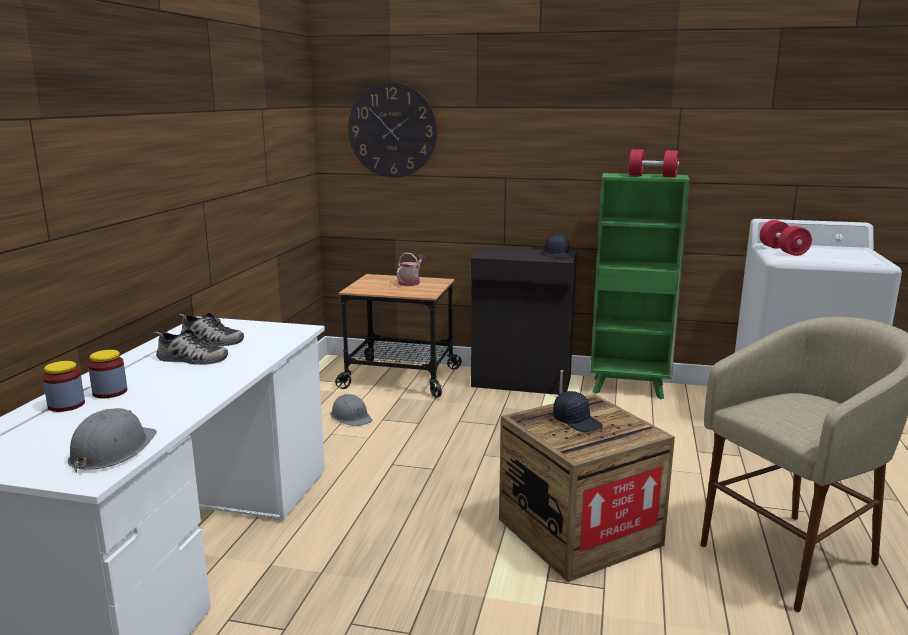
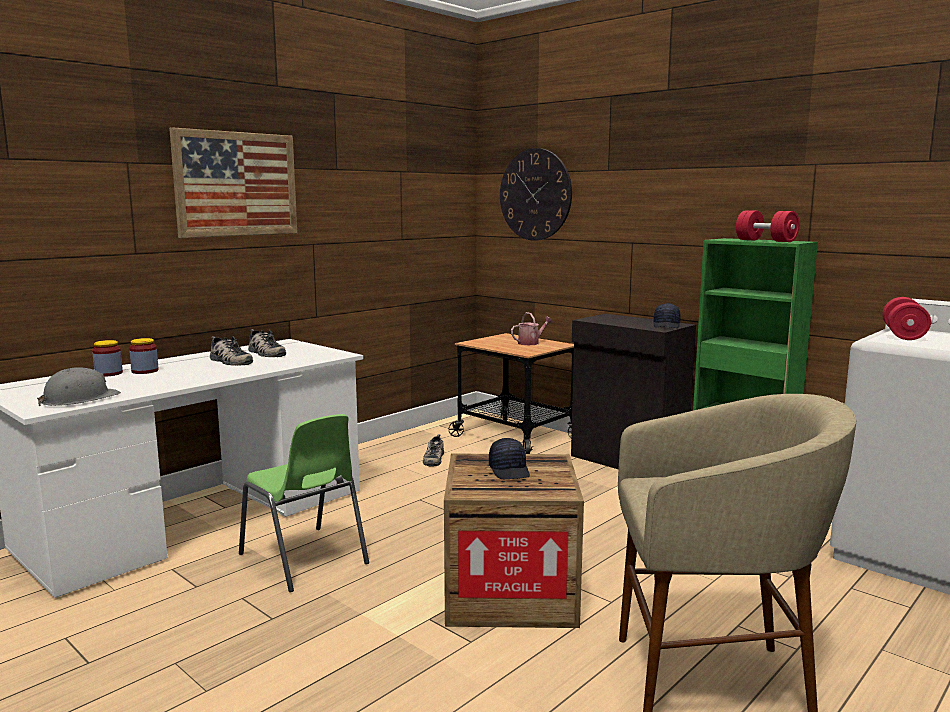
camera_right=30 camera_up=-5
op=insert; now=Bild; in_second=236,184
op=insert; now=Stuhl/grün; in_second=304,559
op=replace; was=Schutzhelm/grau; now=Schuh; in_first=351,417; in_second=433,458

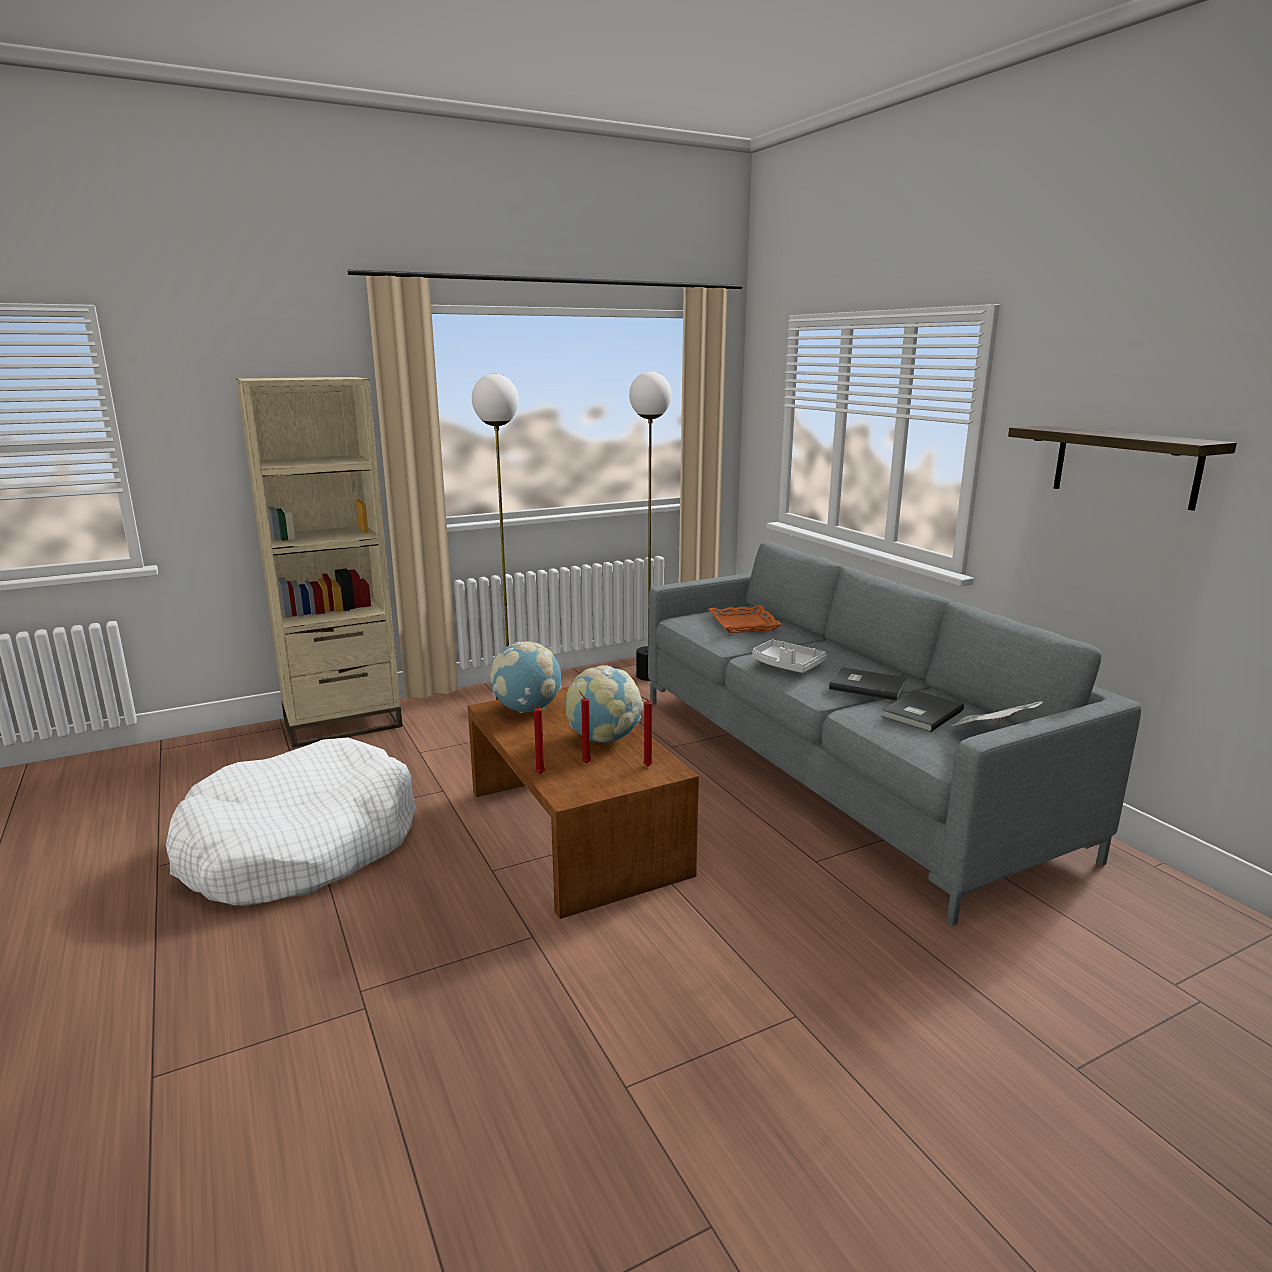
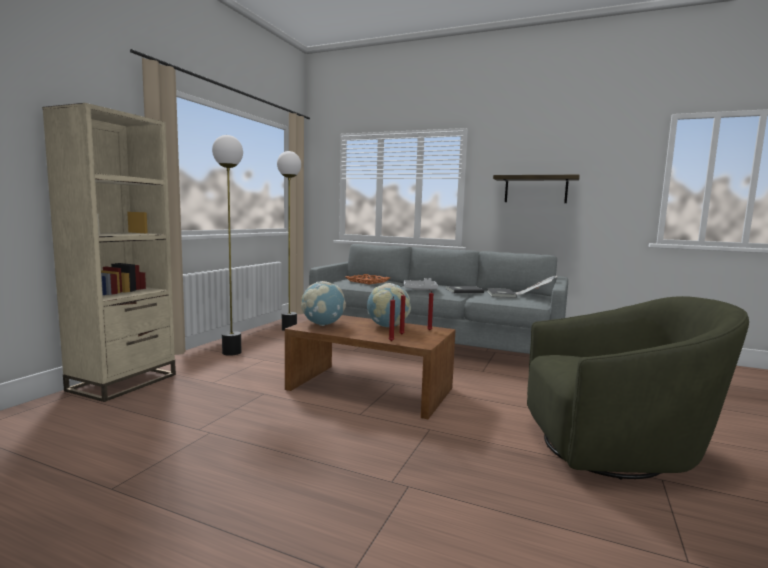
camera_right=-40 camera_up=-10
op=delete; was=Hundebett/weiß; in_first=300,846
op=insert; now=Sessel/grün; in_second=616,449

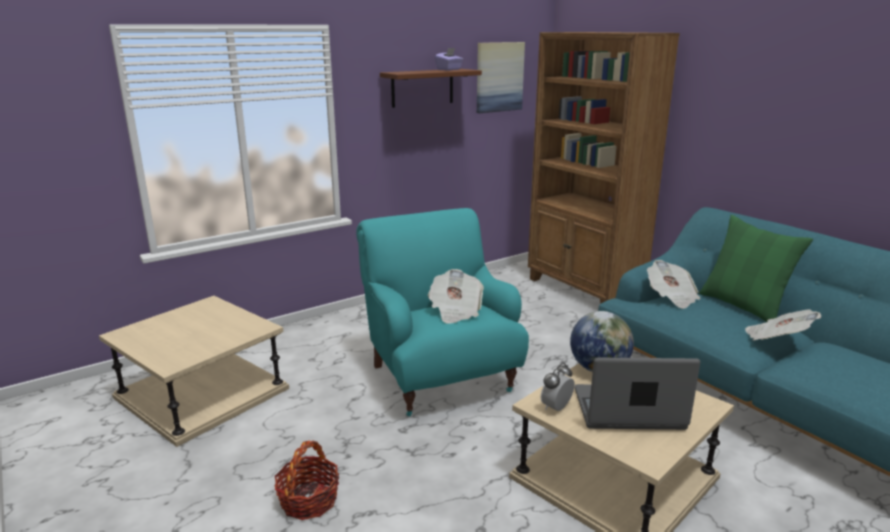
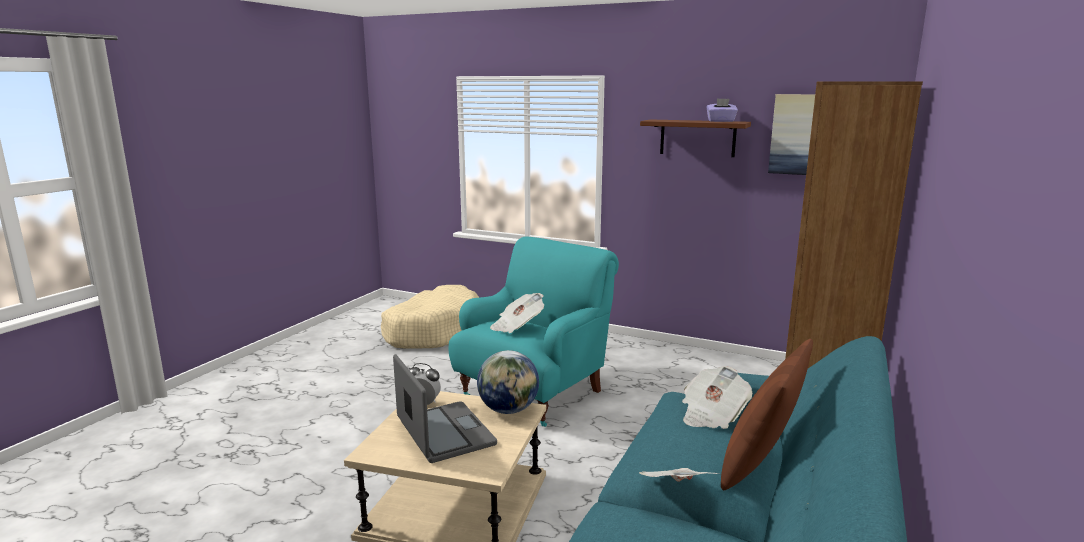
camera_right=60 camera_up=-5
op=delete; was=Korb; in_first=309,500
op=replace; was=Beistelltisch/beige; now=Hundebett/beige; in_first=202,393; in_second=433,331
op=recolor; was=Kissen/grün; now=Kissen/braun; in_first=743,306; in_second=760,464

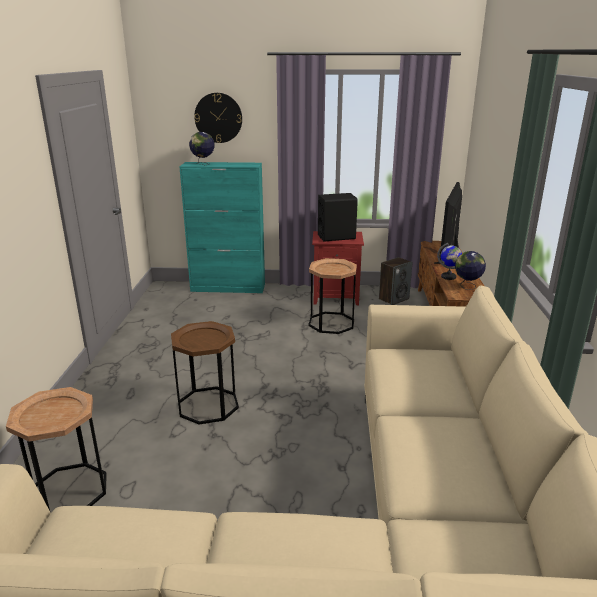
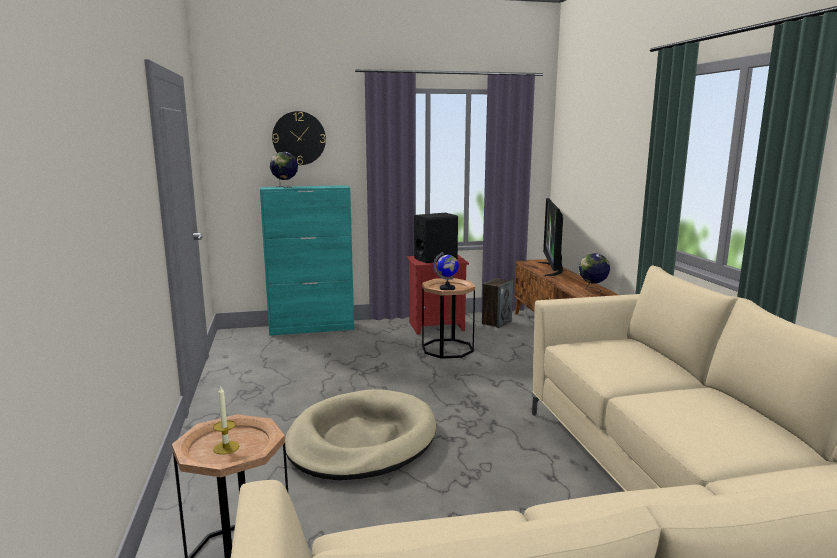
camera_right=-15 camera_up=-10
op=insert; now=Kerze; in_second=226,447
op=move; was=Globus; in_first=448,277; in_second=447,288
op=replace; was=Beistelltisch/braun; now=Hundebett/beige; in_first=208,405; in_second=361,440

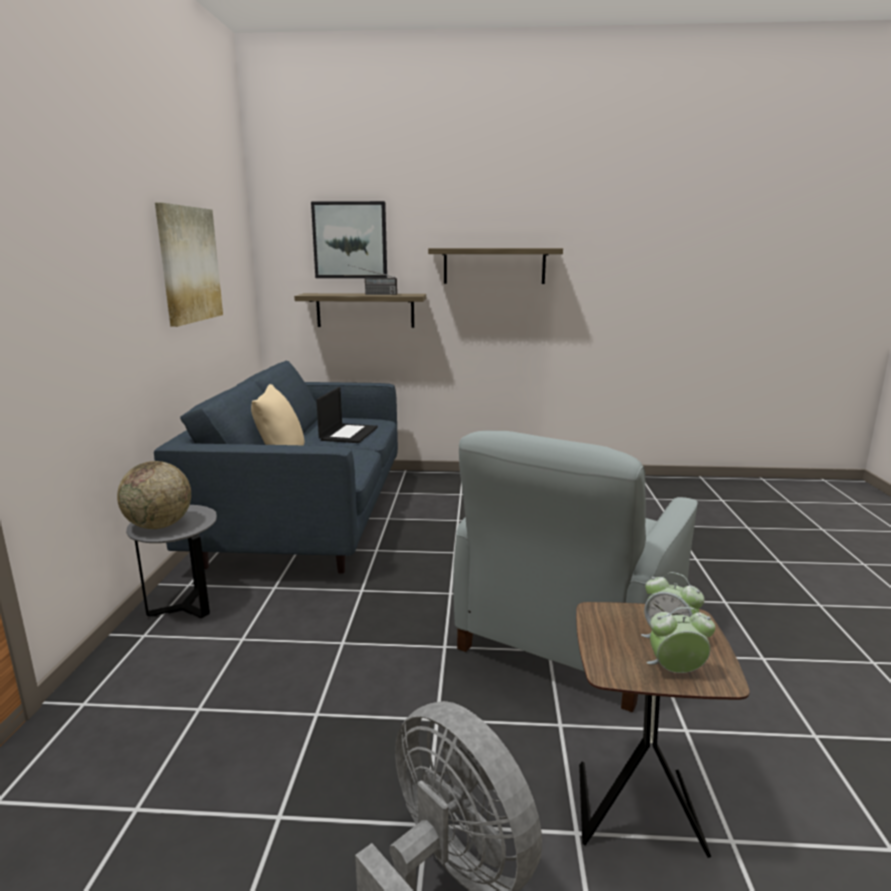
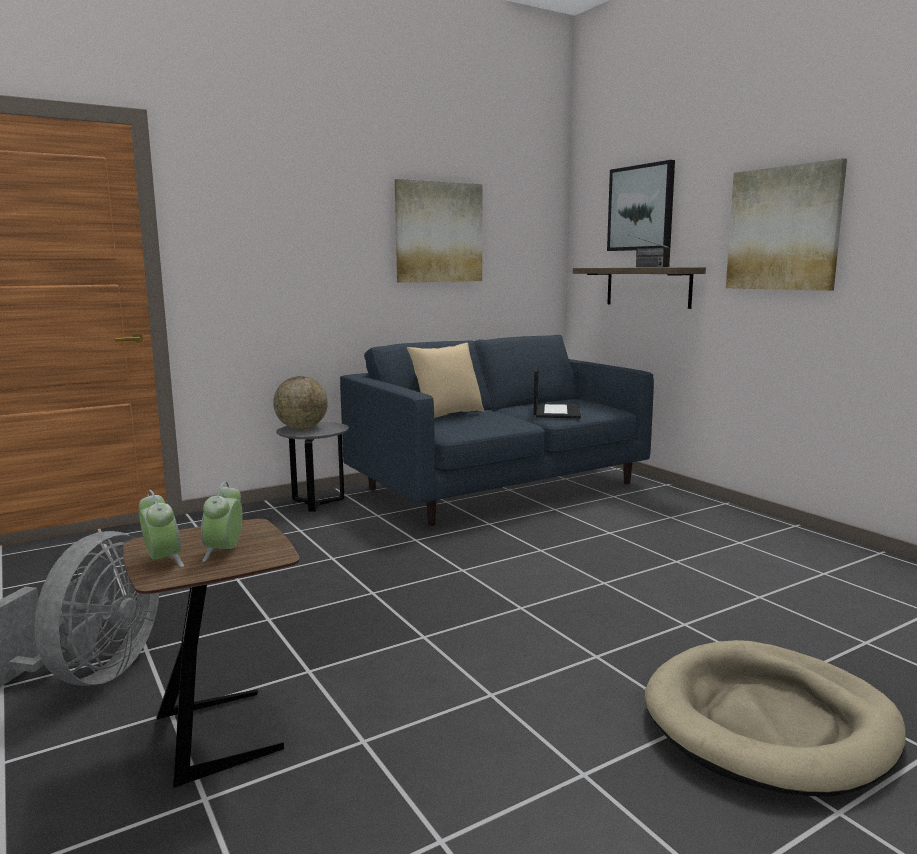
camera_right=55 camera_up=-5
op=delete; was=Sessel/grau; in_first=568,636
op=insert; now=Hundebett/beige; in_second=769,723
op=replace; was=Wandregal; now=Bild; in_first=494,266; in_second=783,228
op=rotate; was=Laptop; in_first=348,433; in_second=556,411; clockwise=-60

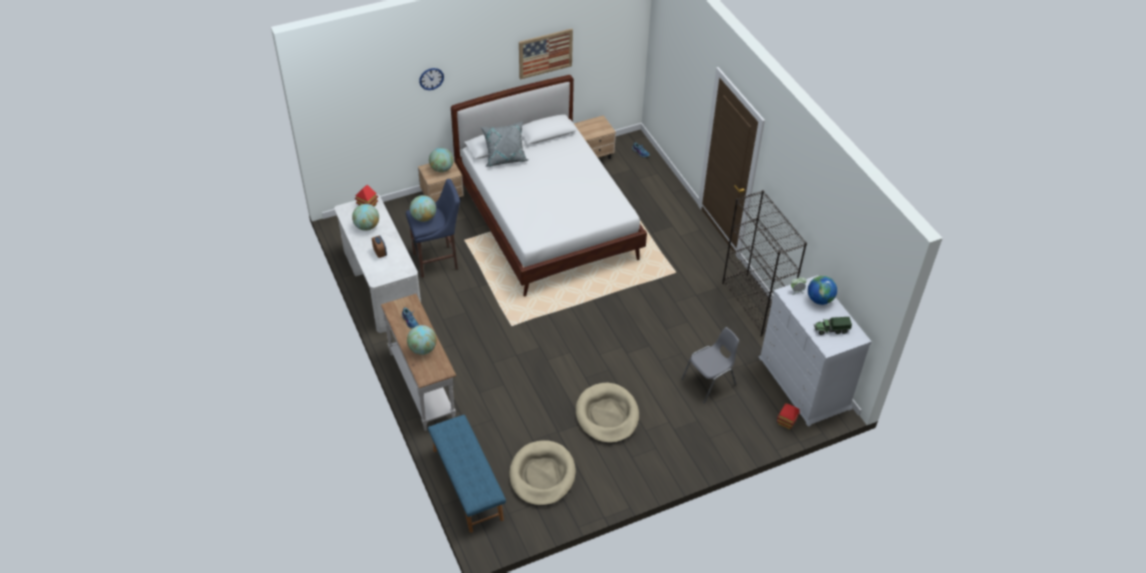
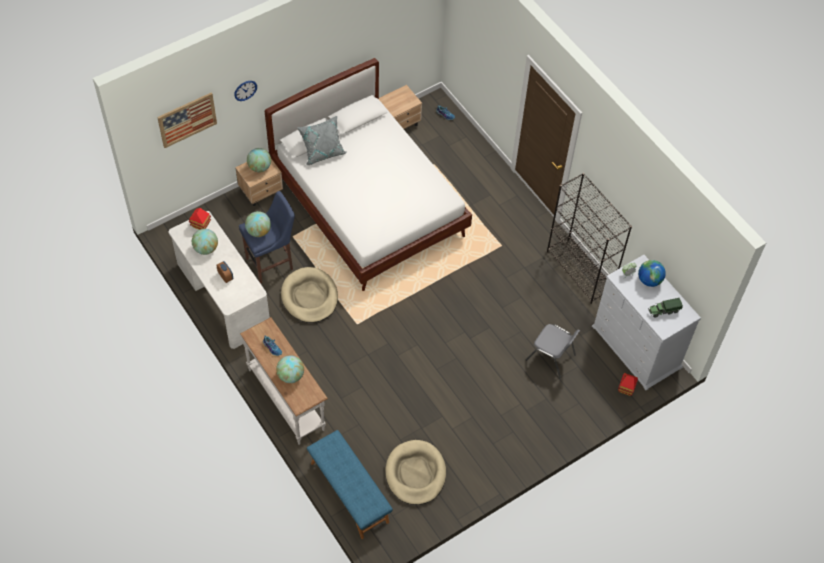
camera_right=-10 camera_up=10
op=move; was=Bild; in_first=545,53; in_second=187,119
op=move; was=Hundebett/beige; in_first=607,415; in_second=309,297
op=rotate; was=Stuhl/grau; in_first=710,382; in_second=551,358; clockwise=75

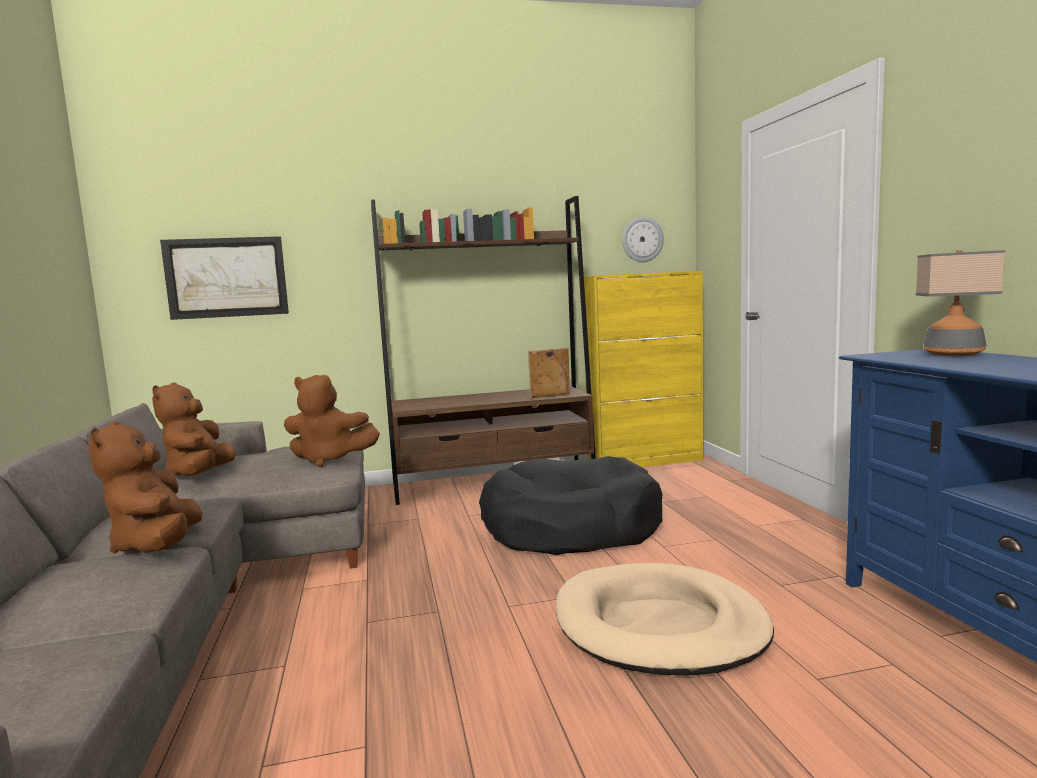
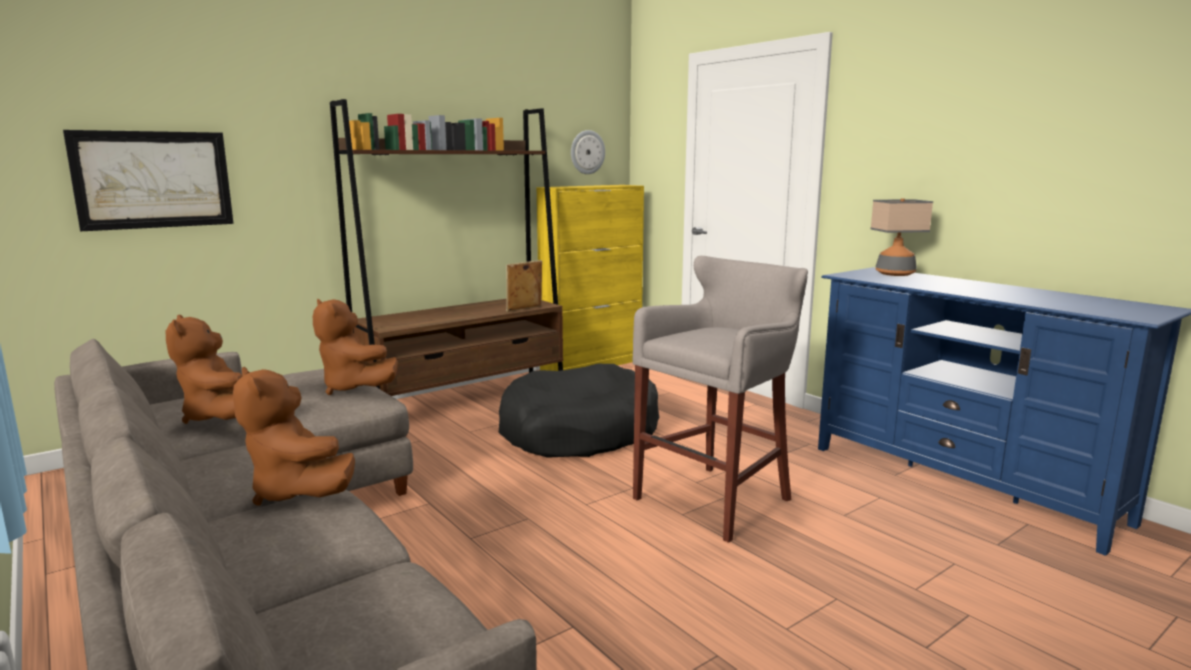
camera_right=-25 camera_up=5
op=replace; was=Hundebett/beige; now=Hocker/grau; in_first=659,626; in_second=717,499
op=rotate; was=Plüschtier/braun; in_first=329,459; in_second=354,388; clockwise=60

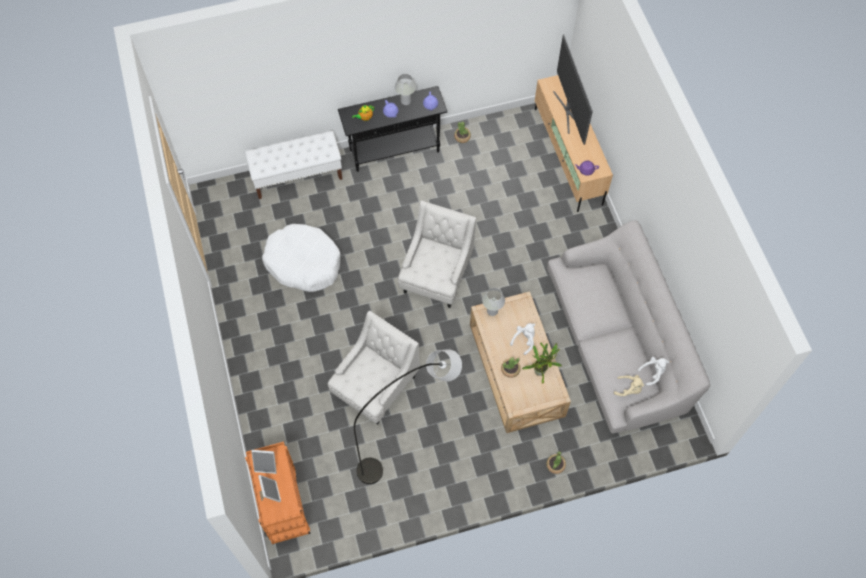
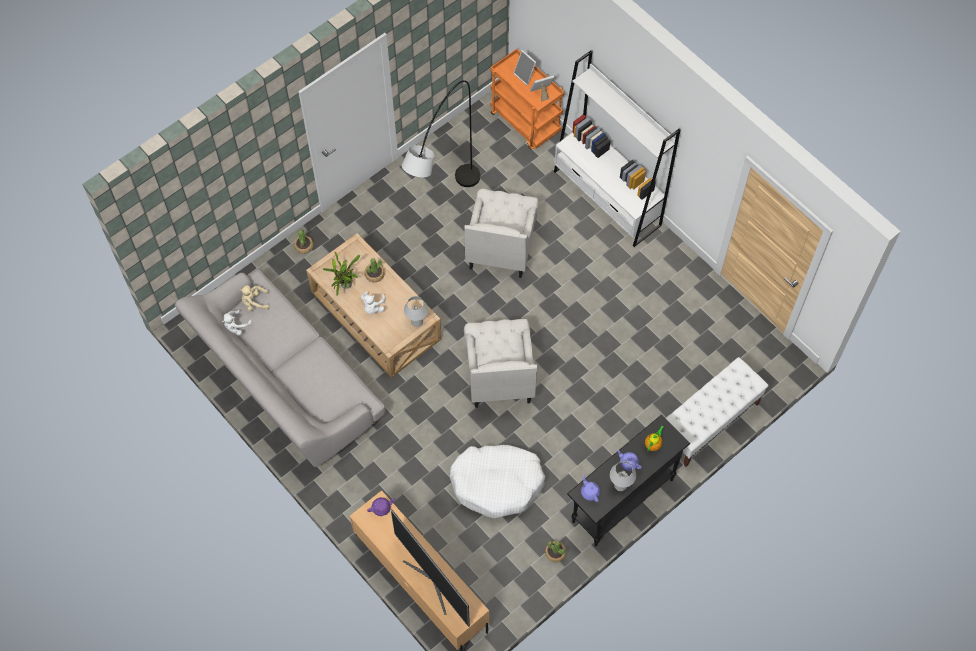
camera_right=155 camera_up=0
op=insert; now=Bücherregal/weiß; in_second=607,198
op=move; was=Hundebett/weiß; in_first=303,263; in_second=497,483

